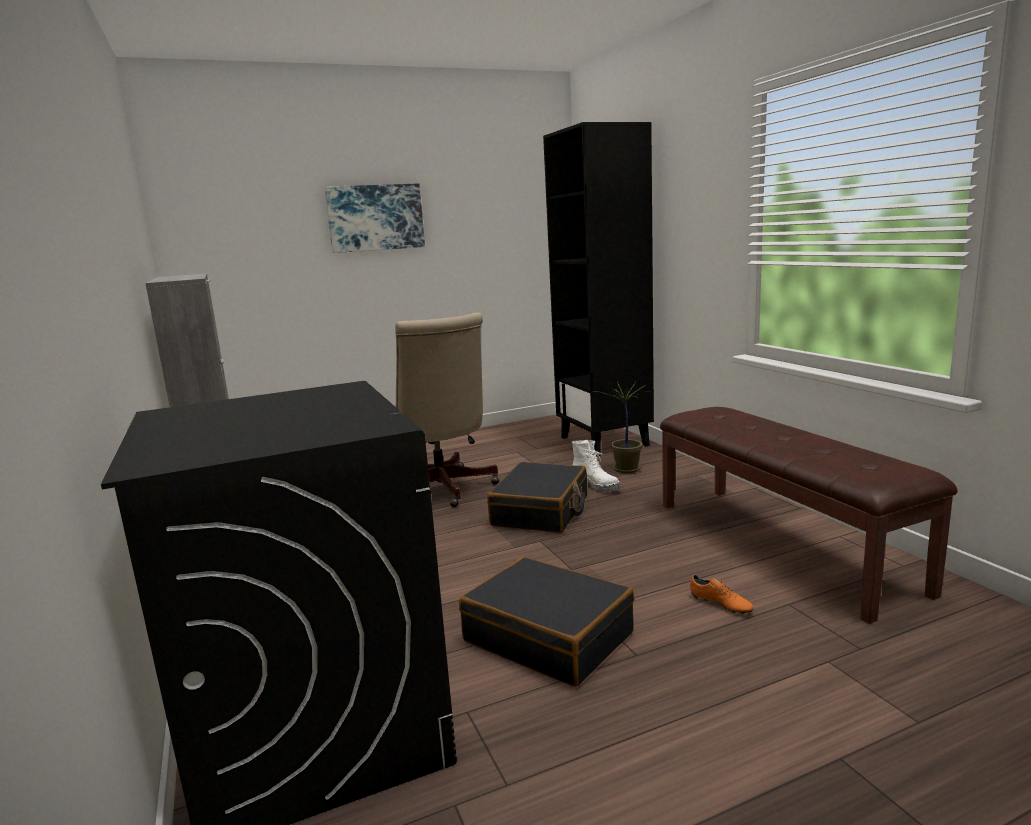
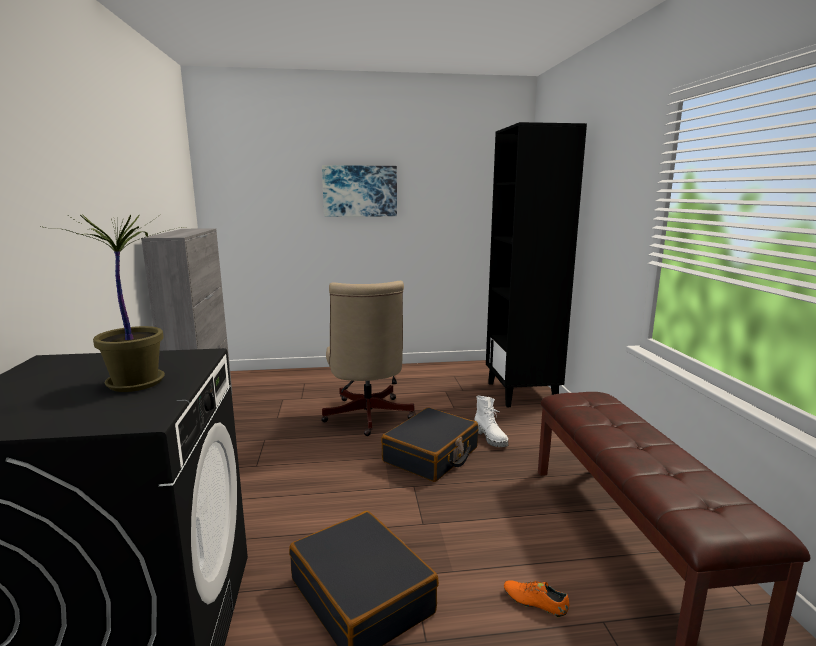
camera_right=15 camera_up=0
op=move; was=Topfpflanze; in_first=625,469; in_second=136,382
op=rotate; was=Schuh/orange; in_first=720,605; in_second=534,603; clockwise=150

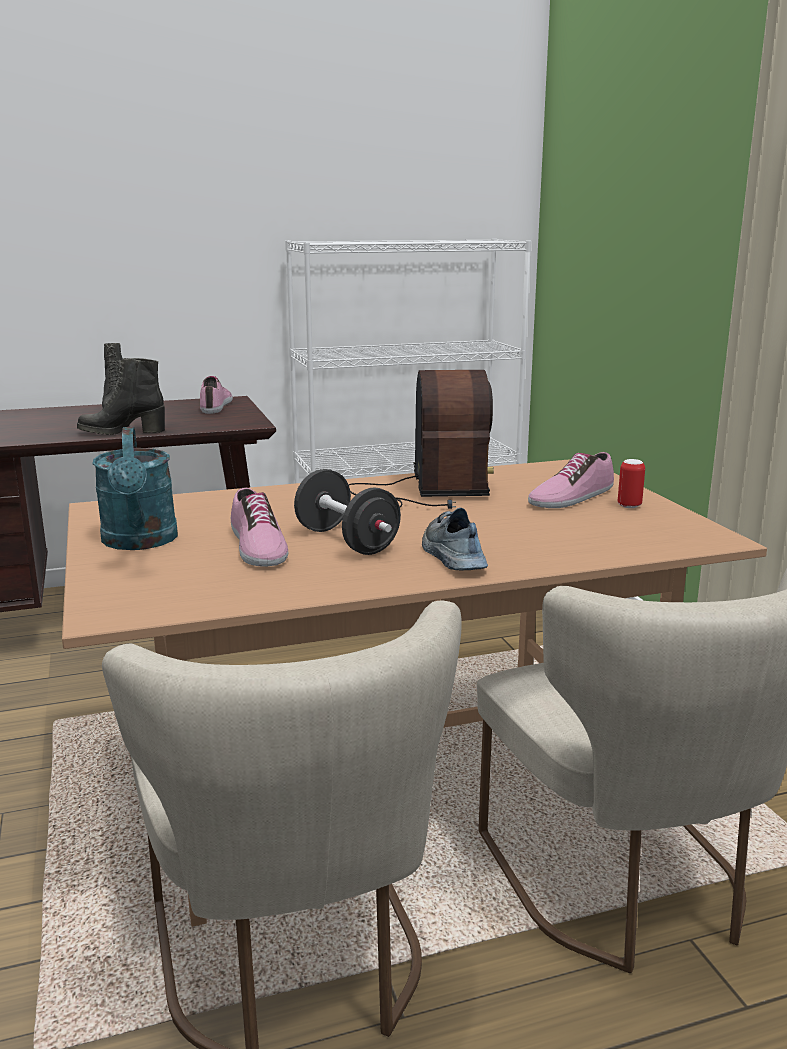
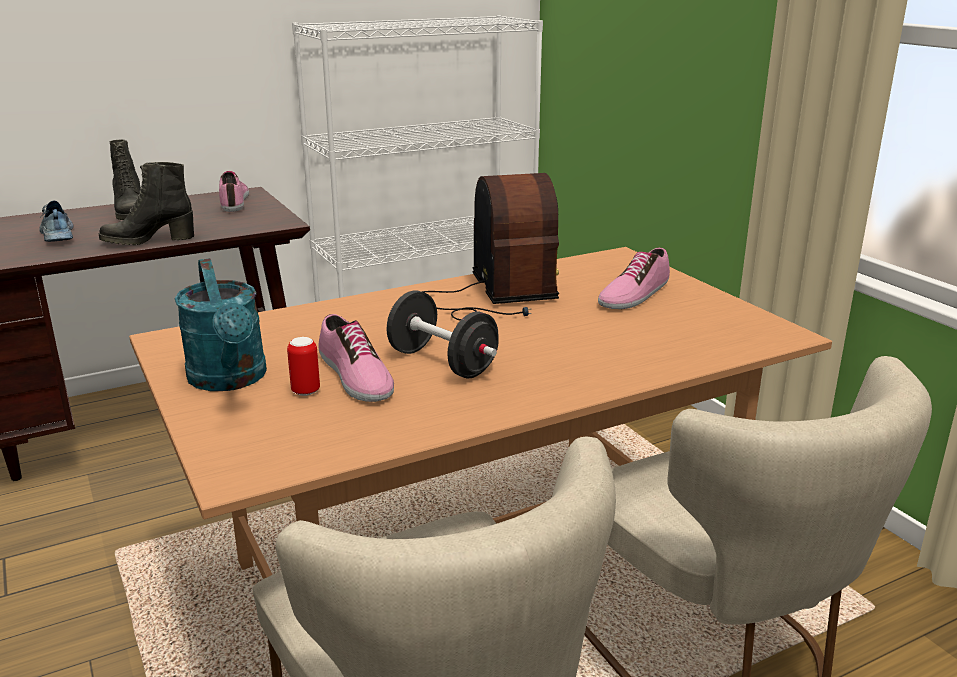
camera_right=-10 camera_up=5
op=move; was=Schuh; in_first=451,557; in_second=57,235
op=move; was=Dose; in_first=629,505; in_second=305,391

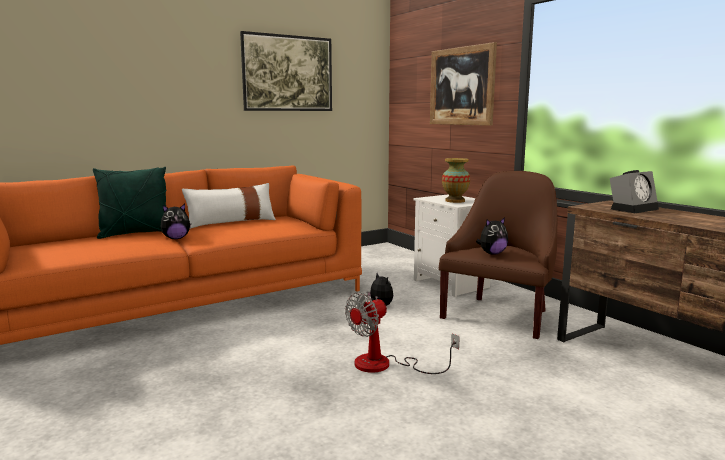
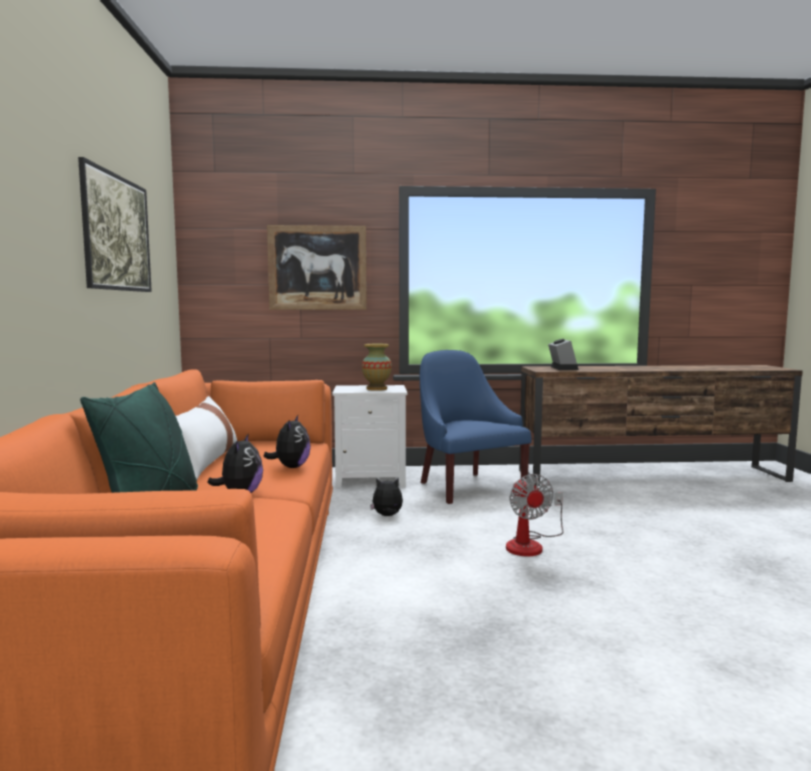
camera_right=-60 camera_up=-5
op=move; was=Plüschtier; in_first=492,253; in_second=291,467
op=recolor; was=Sessel/braun; now=Sessel/blau; in_first=499,315; in_second=467,486

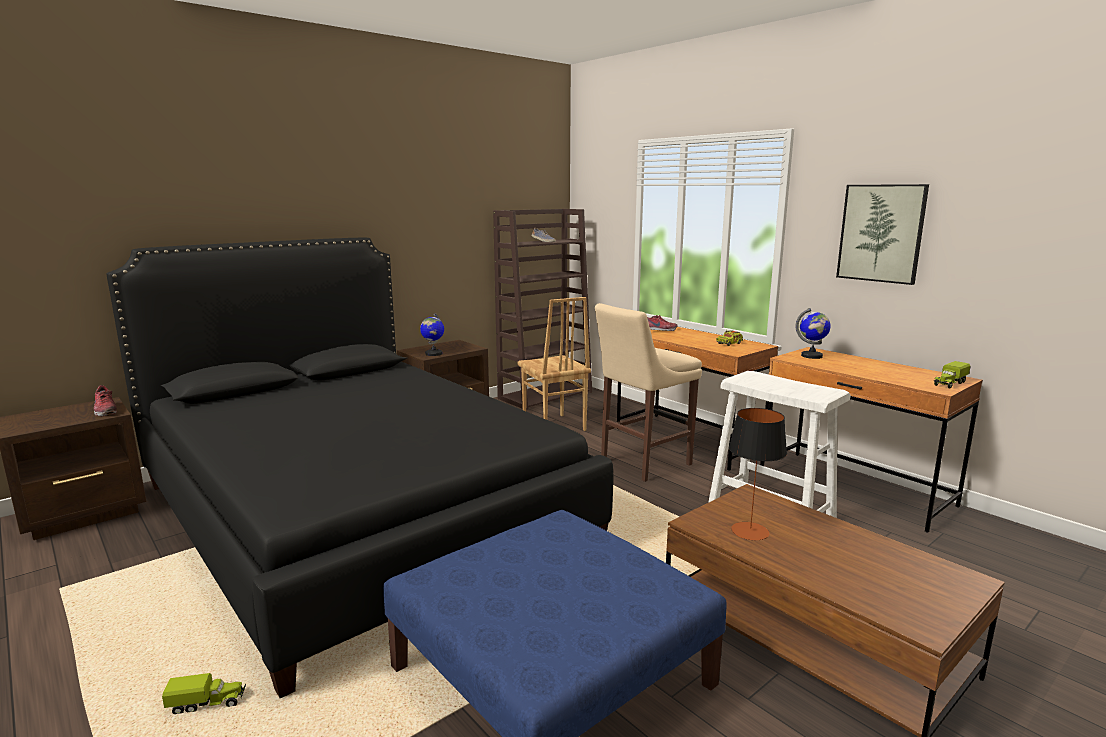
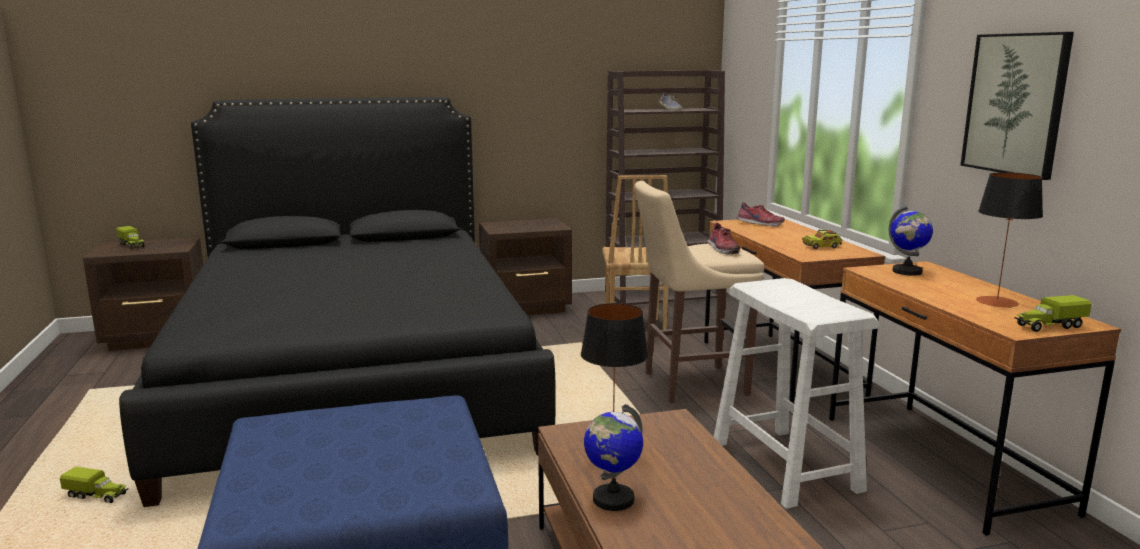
camera_right=25 camera_up=0
op=insert; now=Spielzeuglaster; in_second=132,245
op=insert; now=Tischlampe; in_second=997,302
op=move; was=Schuh; in_first=104,410; in_second=721,249
op=move; was=Globus; in_first=433,354; in_second=612,499

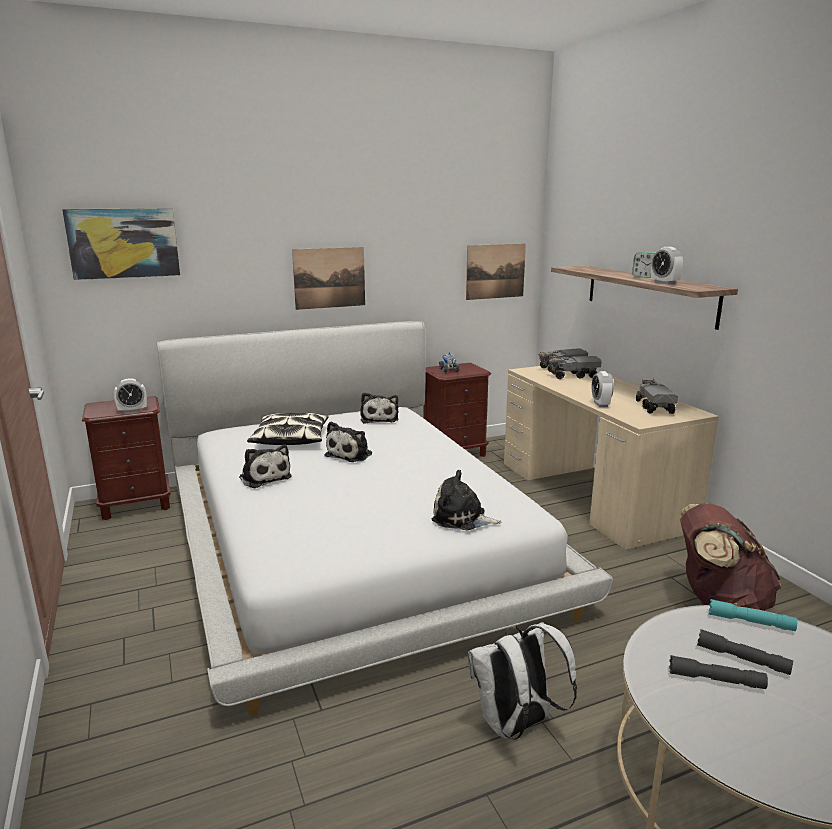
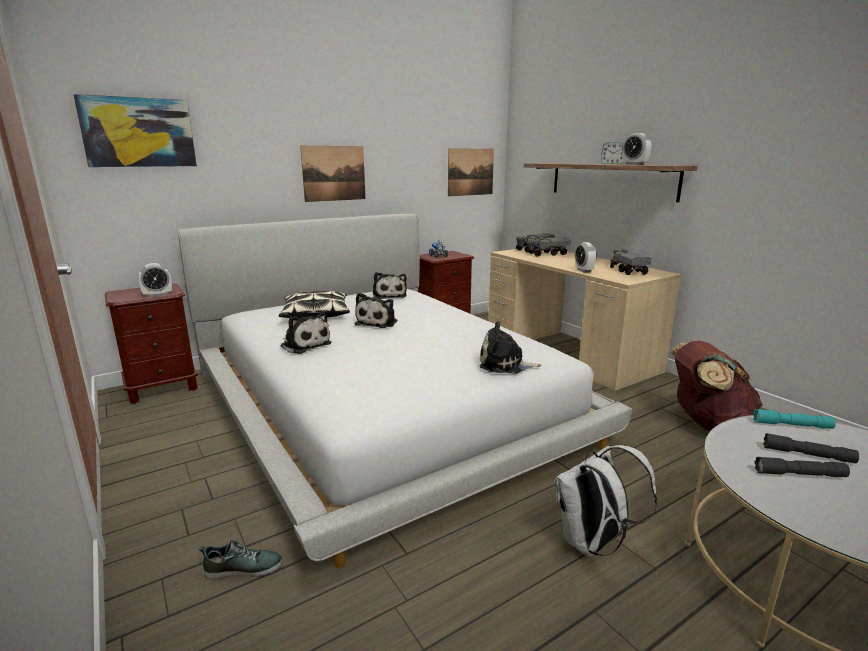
camera_right=-10 camera_up=0
op=insert; now=Schuh; in_second=244,568

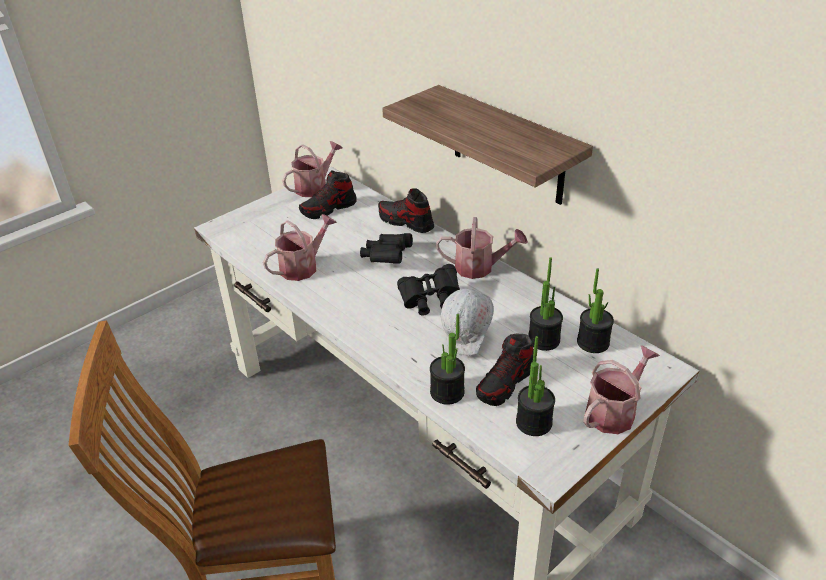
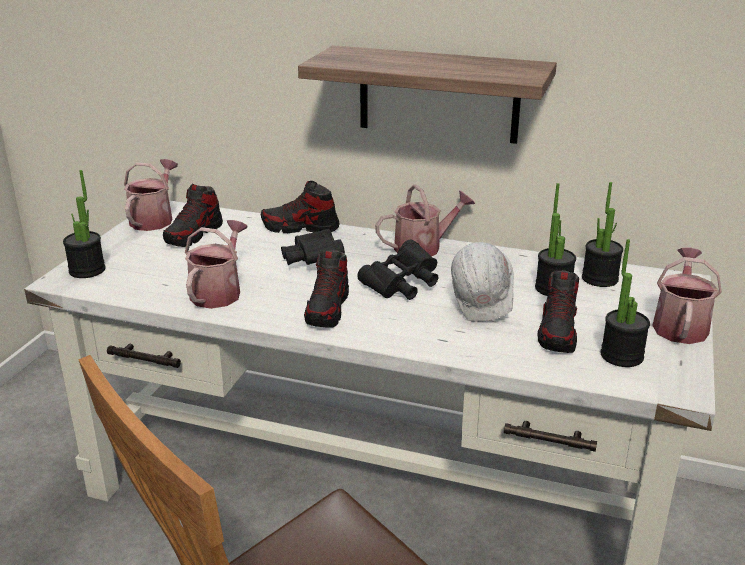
camera_right=-30 camera_up=-10
op=insert; now=Schuh; in_second=328,309
op=move; was=Topfpflanze; in_first=447,392; in_second=87,270

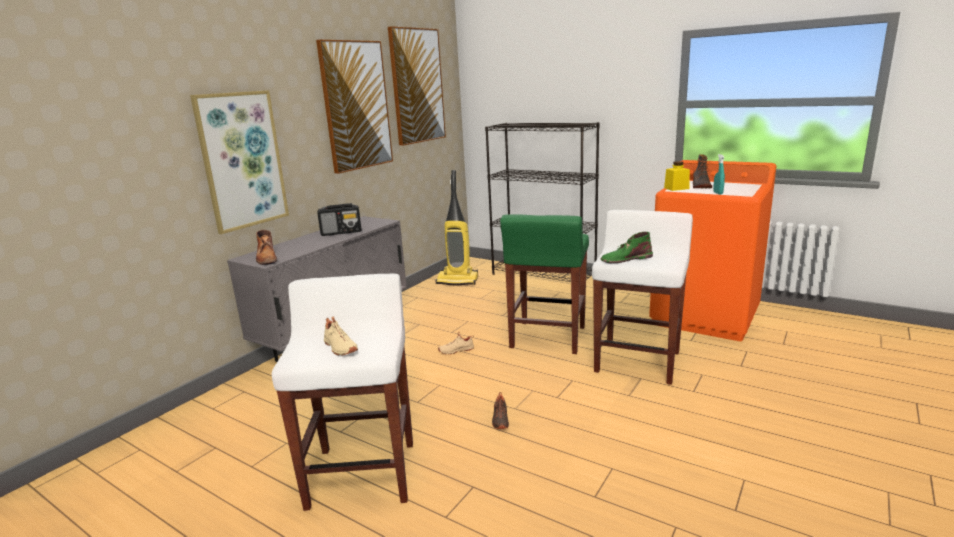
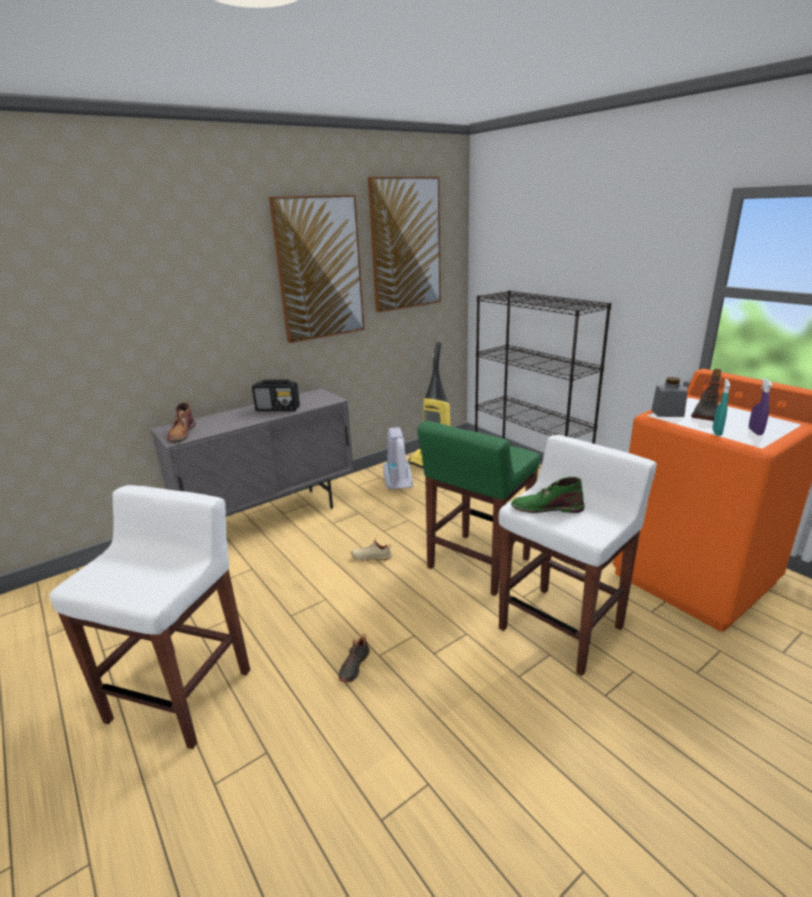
camera_right=20 camera_up=5
op=delete; was=Bild; in_first=242,160
op=delete; was=Schuh/beige; in_first=339,348
op=insert; now=Staubsauger; in_second=400,489
op=insert; now=Sprühflasche/lila; in_second=755,432
op=recolor; was=Vorratsglas/gelb; now=Vorratsglas/grau; in_first=676,188; in_second=667,413

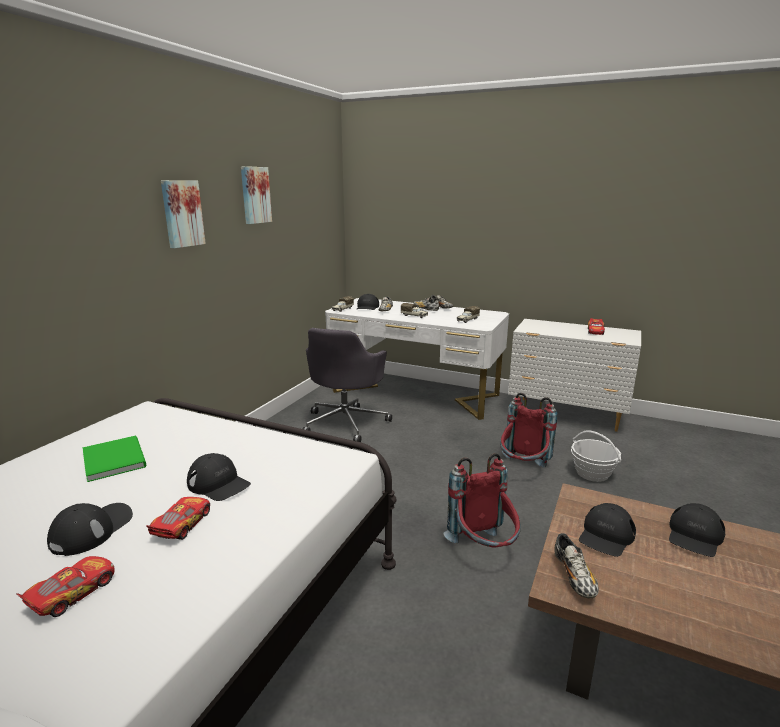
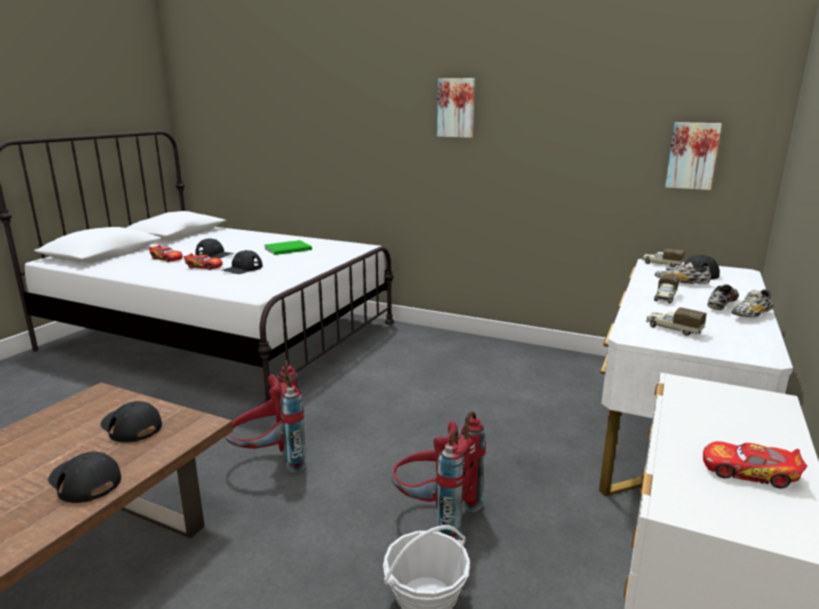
camera_right=90 camera_up=0
op=delete; was=Bürostuhl/grau; in_first=346,422
op=delete; was=Schuh; in_first=574,577
op=move; was=Bild; in_first=255,195; in_second=692,155

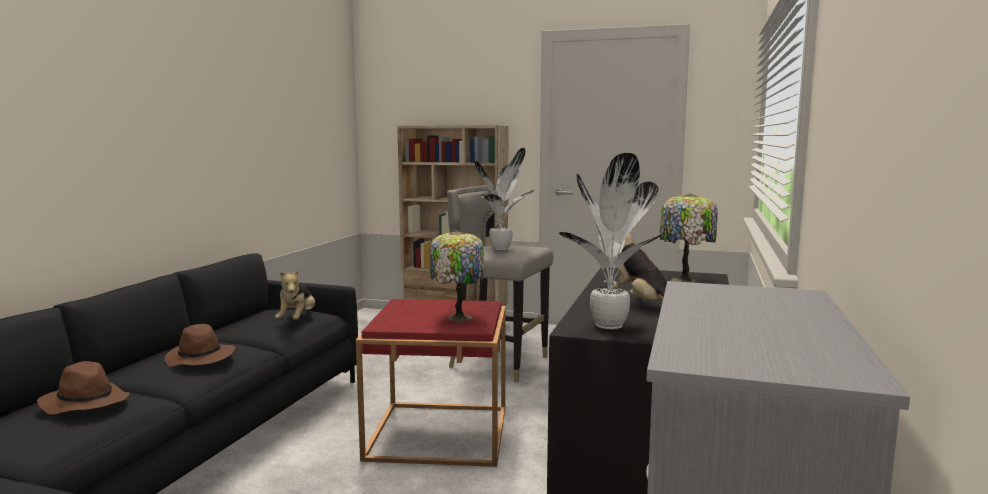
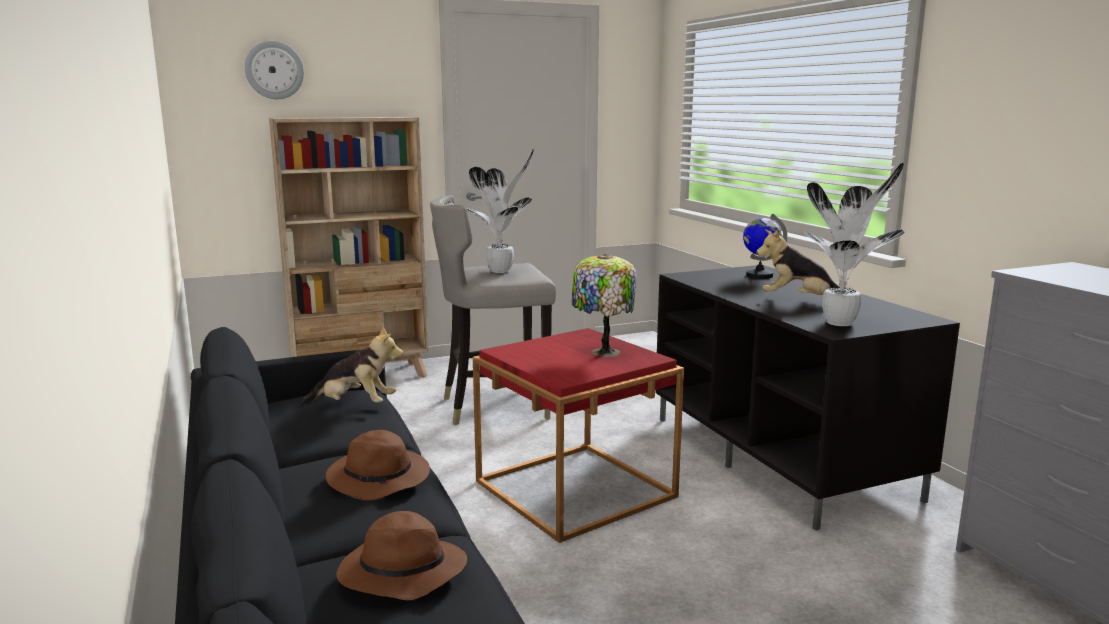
camera_right=-40 camera_up=5
op=insert; now=Wanduhr; in_second=274,70
op=replace; was=Tischlampe; now=Globus; in_first=685,281; in_second=759,276
op=rotate; was=Plüschtier; in_first=297,319; in_second=355,405; clockwise=-45

